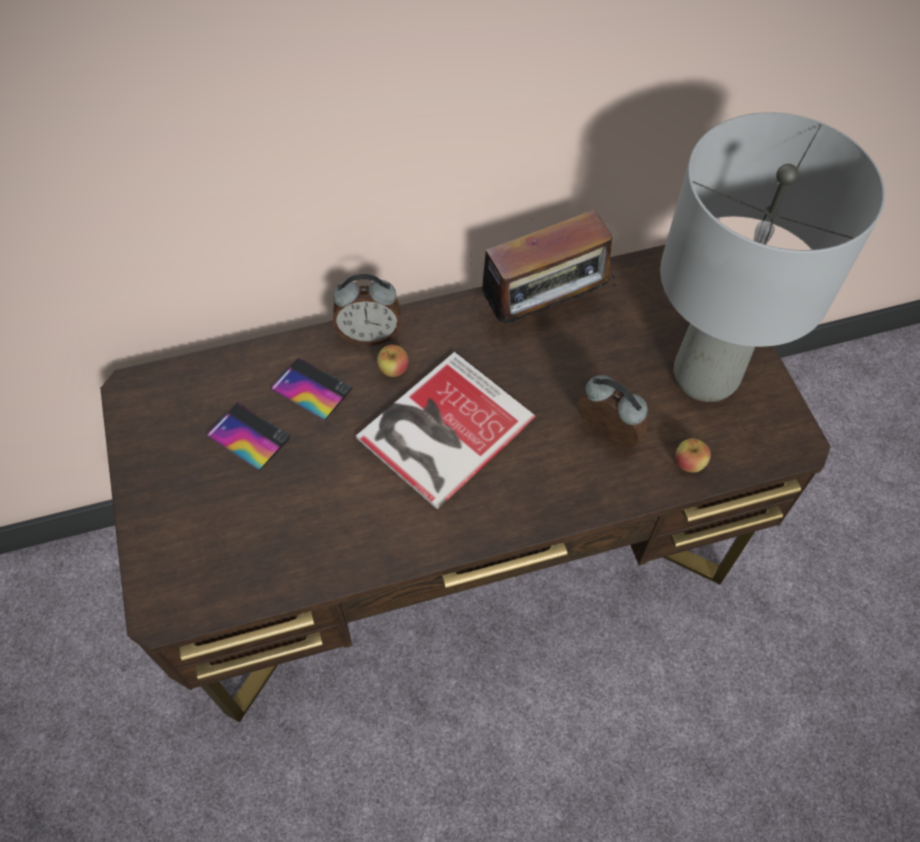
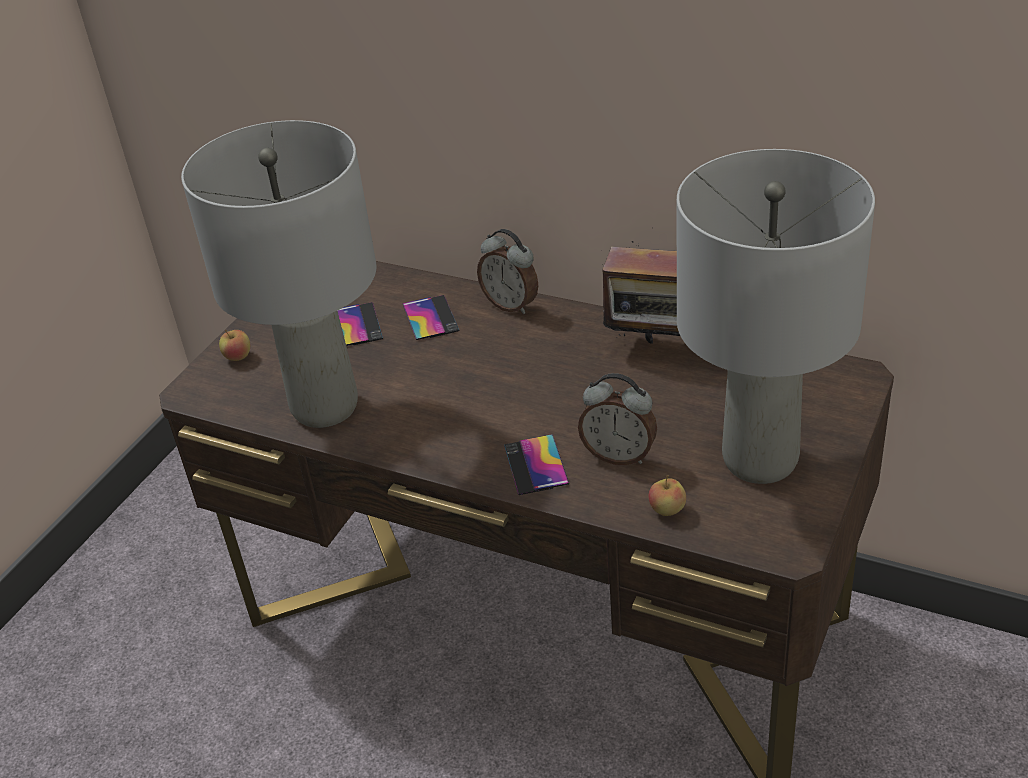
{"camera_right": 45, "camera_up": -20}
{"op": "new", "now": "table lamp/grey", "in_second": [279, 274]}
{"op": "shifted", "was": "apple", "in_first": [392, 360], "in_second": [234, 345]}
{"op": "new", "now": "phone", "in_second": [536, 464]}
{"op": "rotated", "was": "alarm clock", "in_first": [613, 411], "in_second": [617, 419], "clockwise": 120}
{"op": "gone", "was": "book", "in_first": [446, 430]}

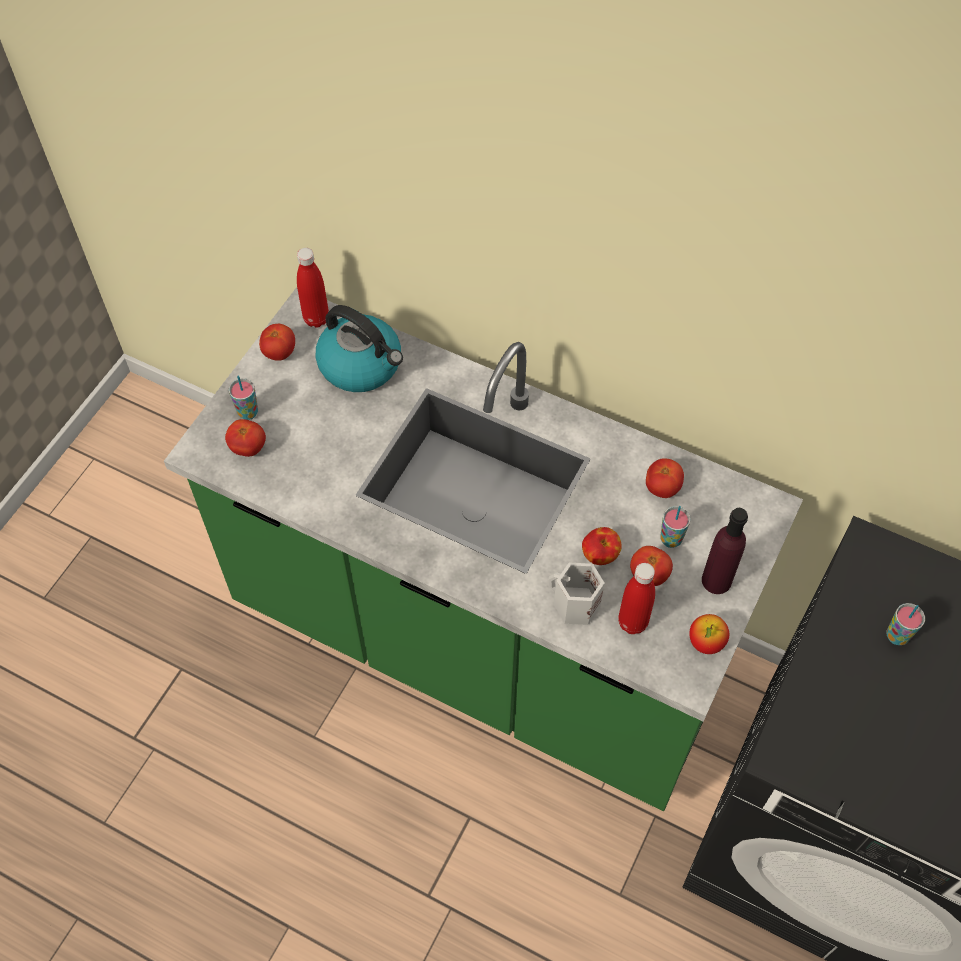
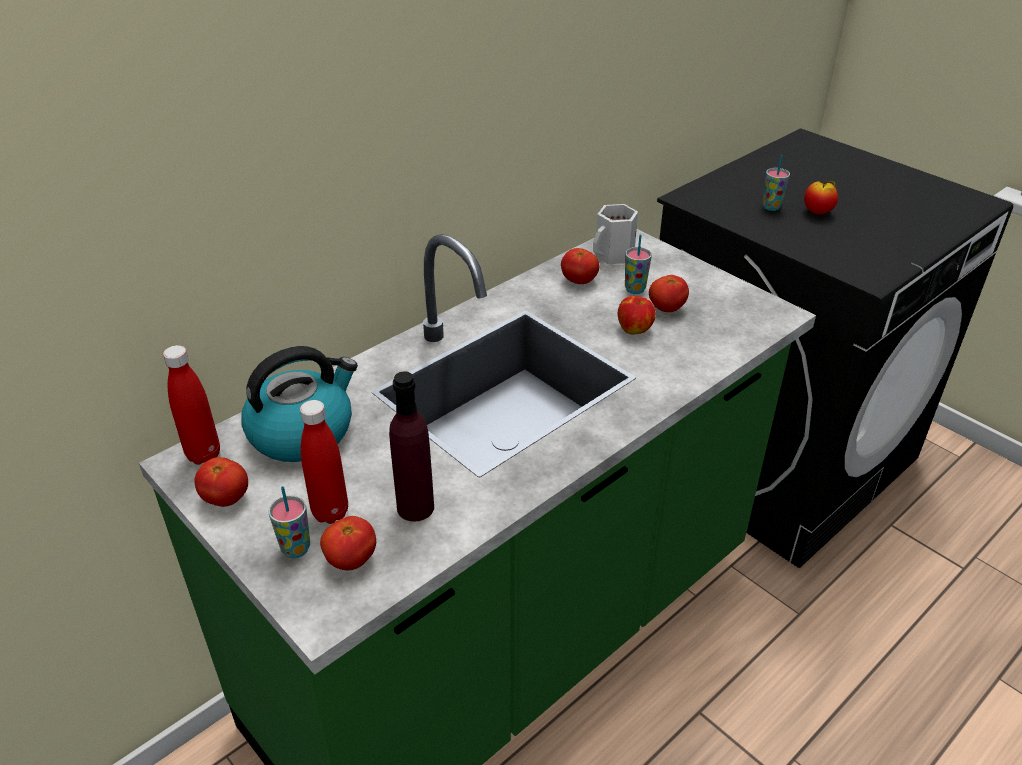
{"camera_right": -70, "camera_up": -20}
{"op": "shifted", "was": "bottle/red", "in_first": [636, 598], "in_second": [324, 462]}
{"op": "shifted", "was": "bottle/purple", "in_first": [725, 551], "in_second": [411, 446]}
{"op": "shifted", "was": "mug/white", "in_first": [577, 594], "in_second": [615, 234]}
{"op": "shifted", "was": "apple", "in_first": [709, 634], "in_second": [821, 197]}

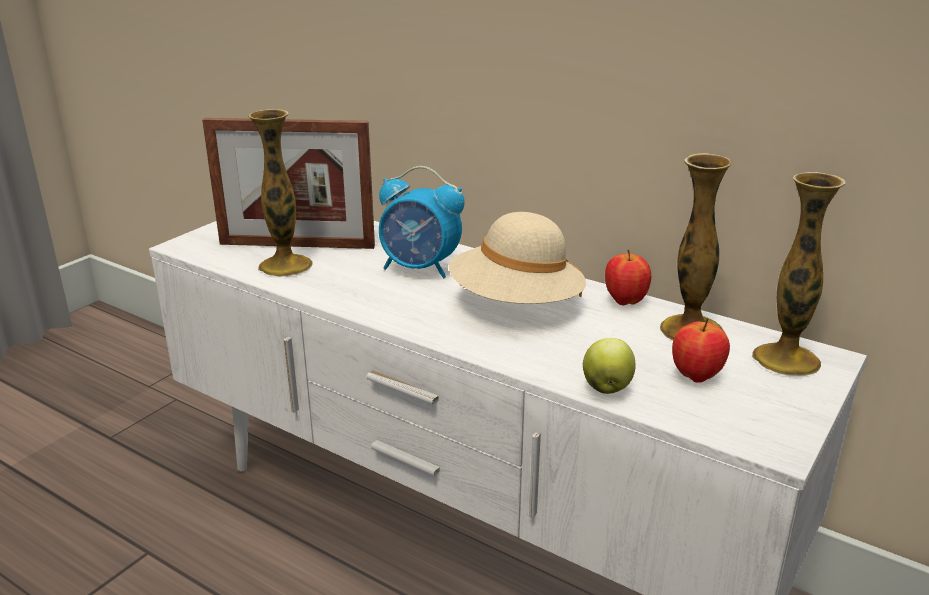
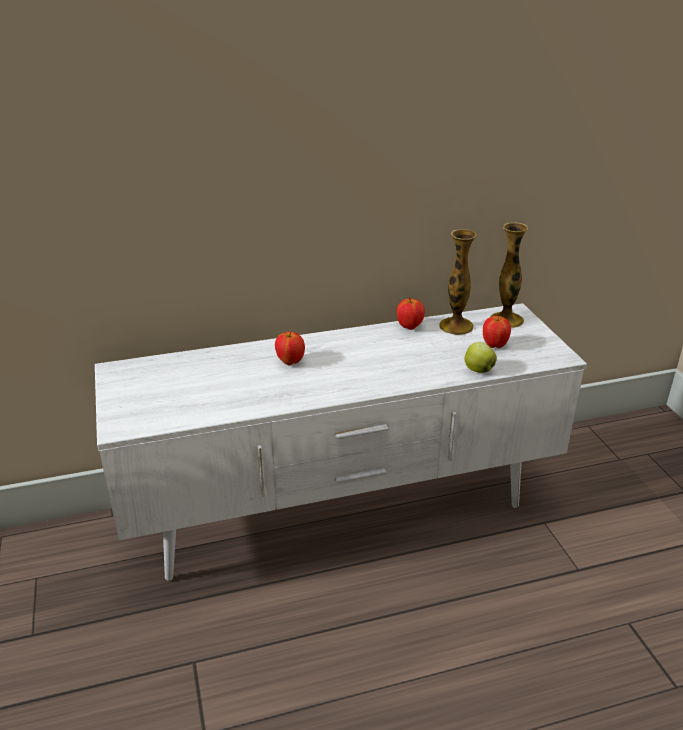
{"camera_right": -50, "camera_up": 5}
{"op": "swapped", "was": "alarm clock", "now": "apple", "in_first": [422, 222], "in_second": [290, 348]}
{"op": "gone", "was": "picture frame", "in_first": [288, 183]}
{"op": "gone", "was": "vase", "in_first": [280, 193]}
{"op": "gone", "was": "hat/beige", "in_first": [517, 258]}

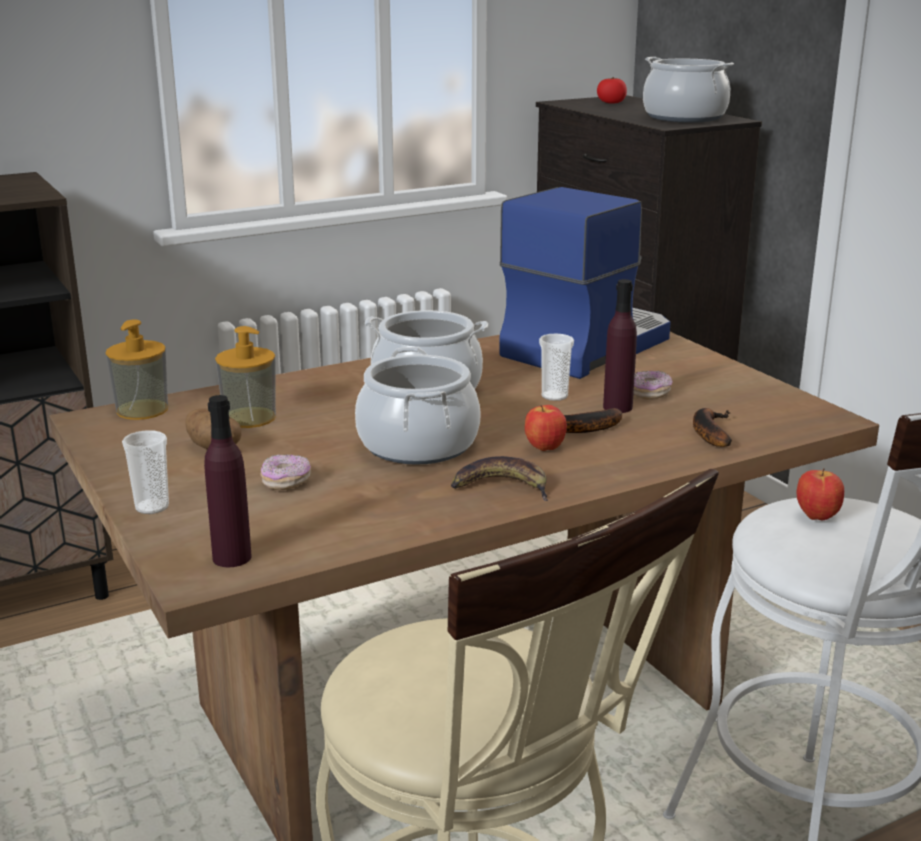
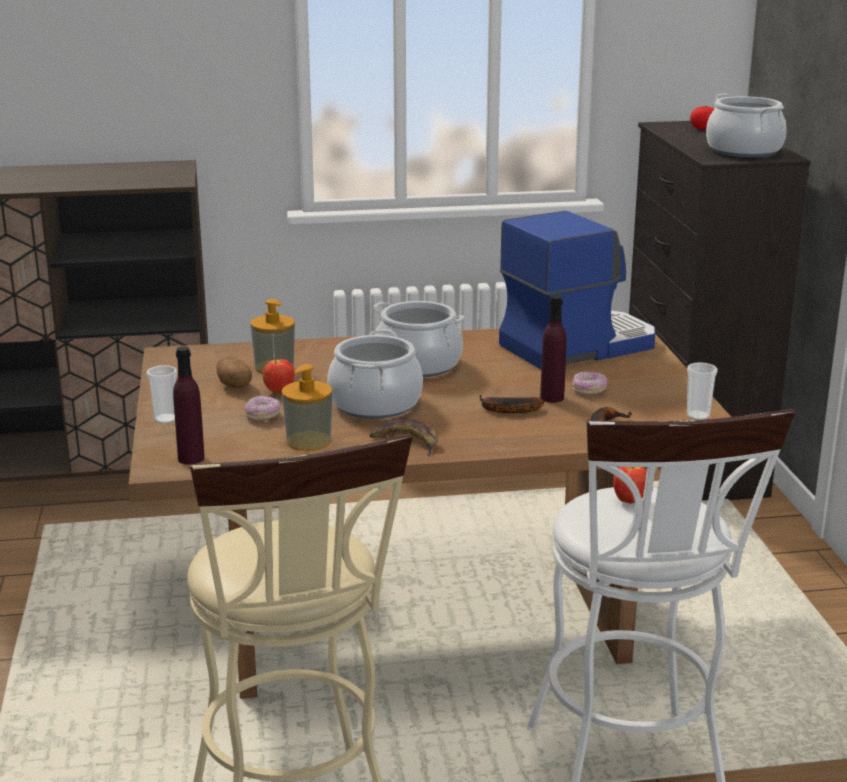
{"camera_right": 20, "camera_up": 0}
{"op": "shifted", "was": "apple", "in_first": [546, 428], "in_second": [279, 375]}
{"op": "shifted", "was": "soap dispenser", "in_first": [137, 369], "in_second": [307, 407]}
{"op": "shifted", "was": "cup", "in_first": [556, 367], "in_second": [702, 391]}

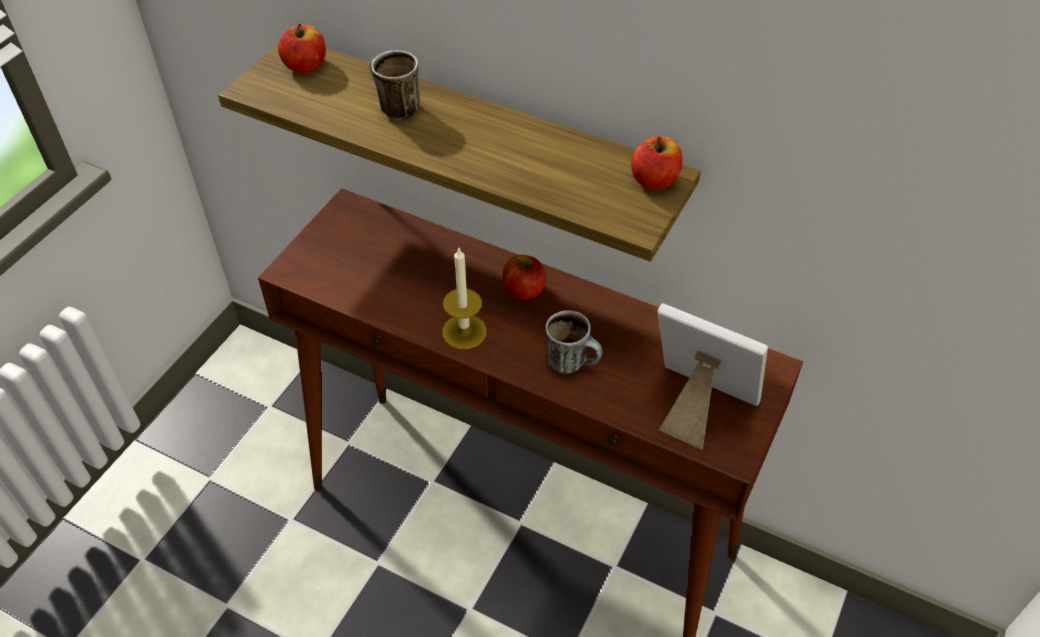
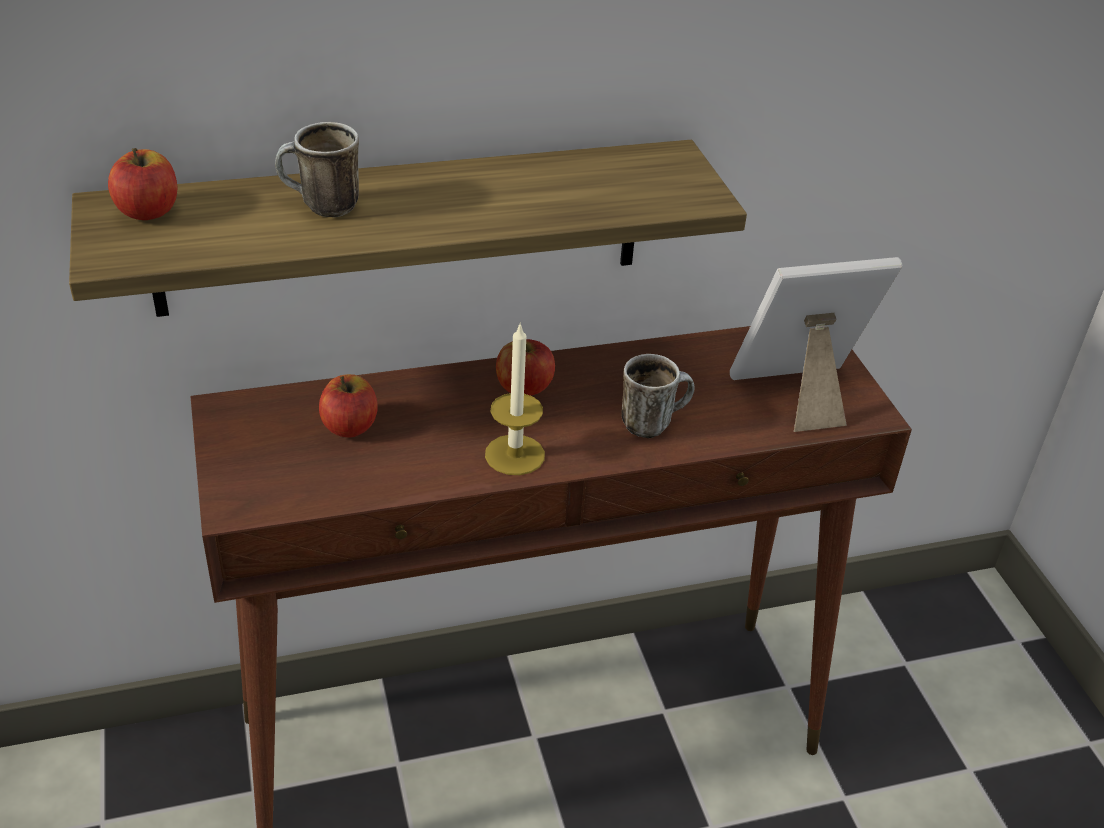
{"camera_right": -45, "camera_up": -10}
{"op": "shifted", "was": "apple", "in_first": [657, 163], "in_second": [348, 406]}

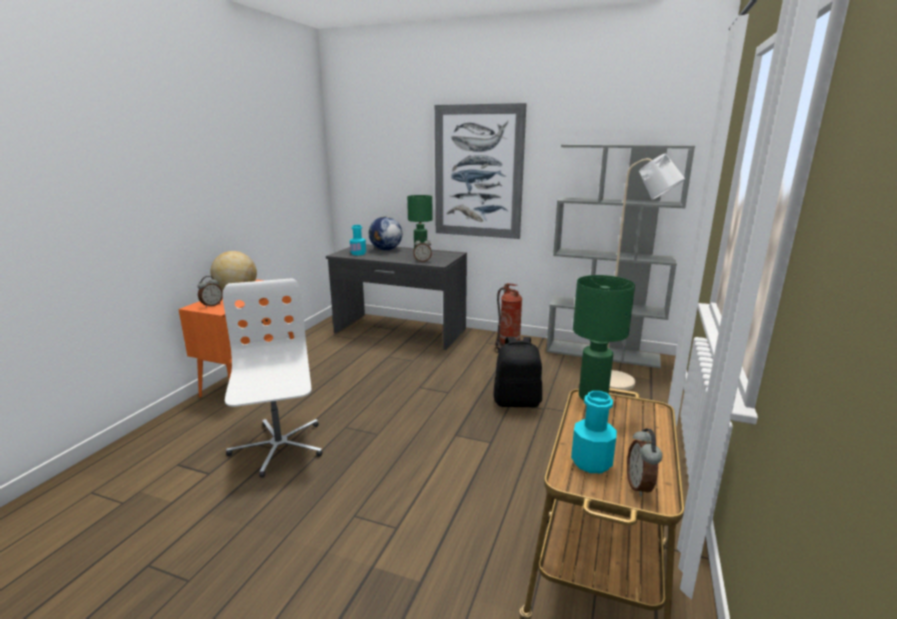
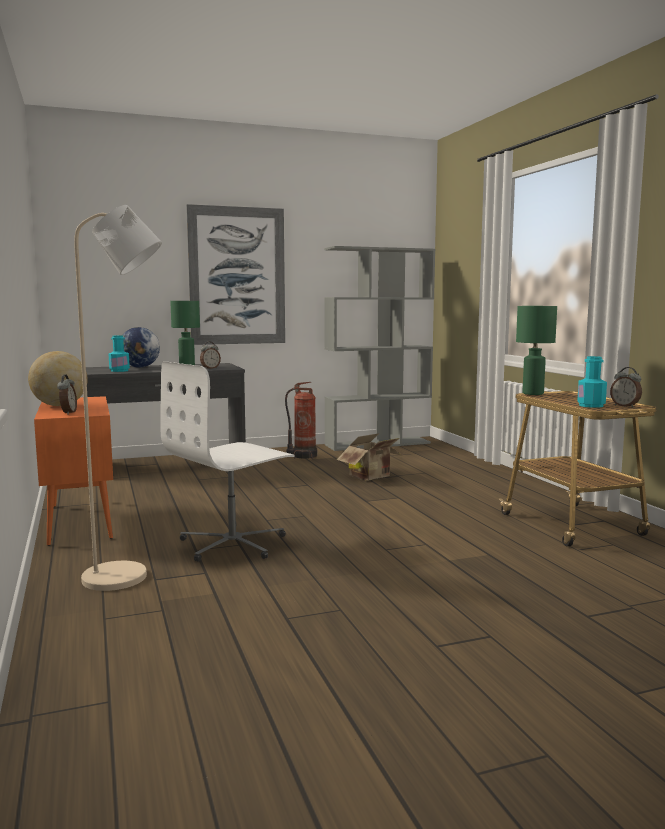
{"camera_right": -40, "camera_up": -10}
{"op": "shifted", "was": "floor lamp/beige", "in_first": [646, 271], "in_second": [118, 398]}
{"op": "rotated", "was": "office chair/white", "in_first": [272, 378], "in_second": [227, 461], "clockwise": -75}
{"op": "swapped", "was": "backpack/black", "now": "cardboard box", "in_first": [517, 372], "in_second": [369, 457]}

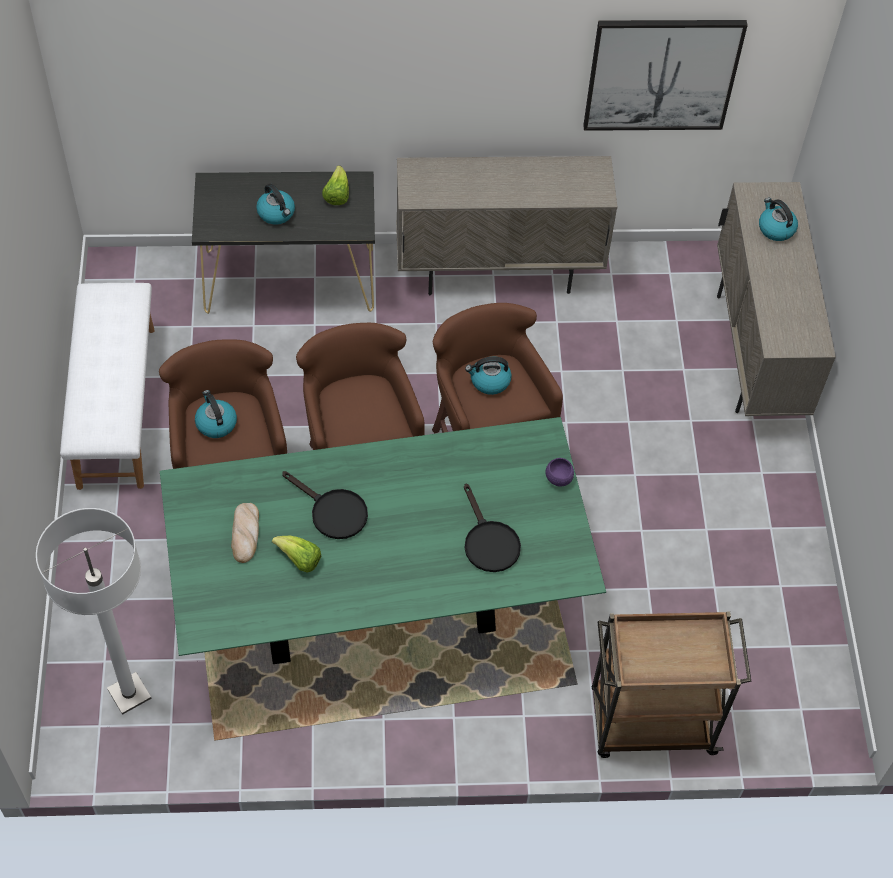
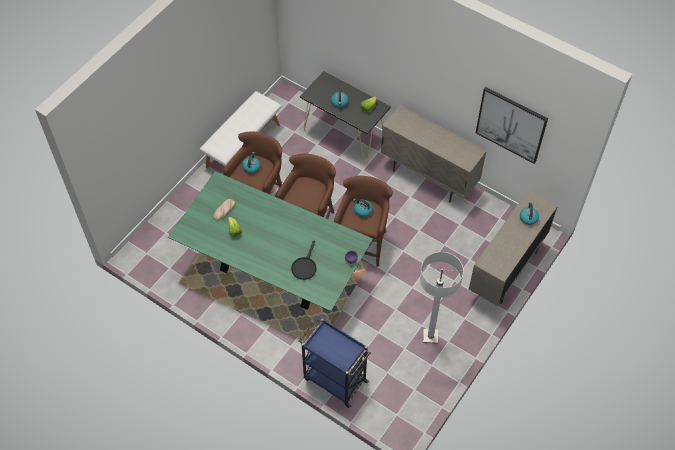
{"camera_right": 40, "camera_up": 0}
{"op": "repainted", "was": "cart/brown", "now": "cart/blue", "in_first": [671, 684], "in_second": [335, 363]}
{"op": "shifted", "was": "floor lamp/white", "in_first": [94, 611], "in_second": [442, 298]}
{"op": "gone", "was": "frying pan/black", "in_first": [325, 505]}

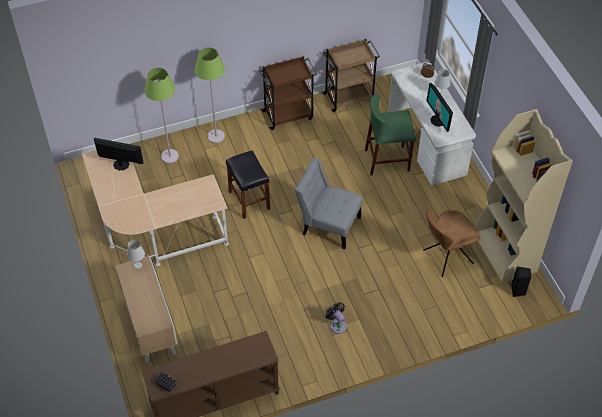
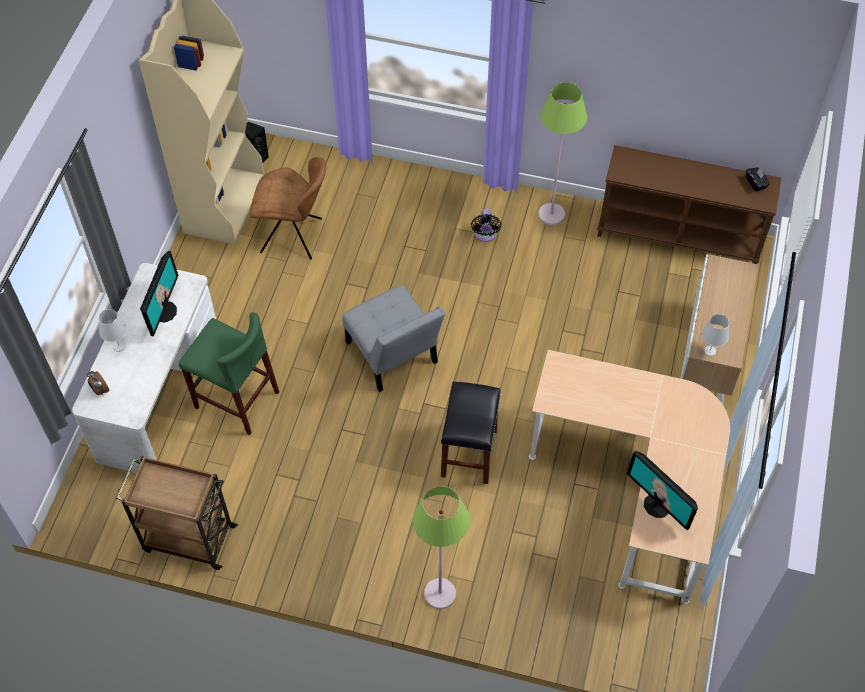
{"camera_right": -145, "camera_up": 5}
{"op": "shifted", "was": "floor lamp/green", "in_first": [162, 116], "in_second": [562, 153]}
{"op": "gone", "was": "cart/brown", "in_first": [288, 93]}

